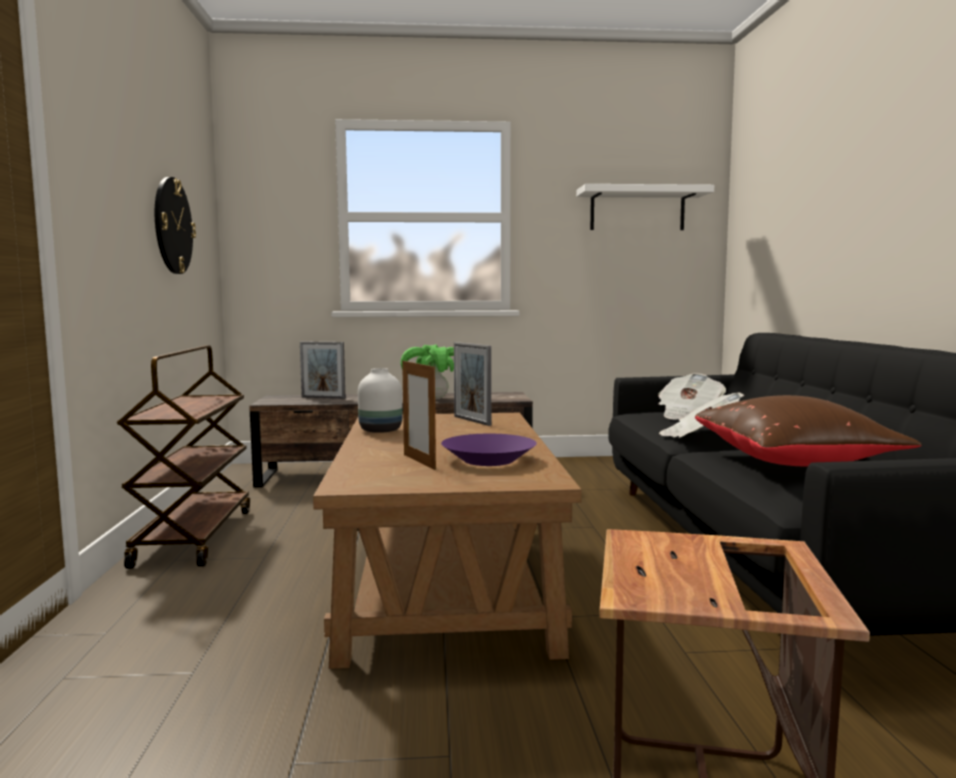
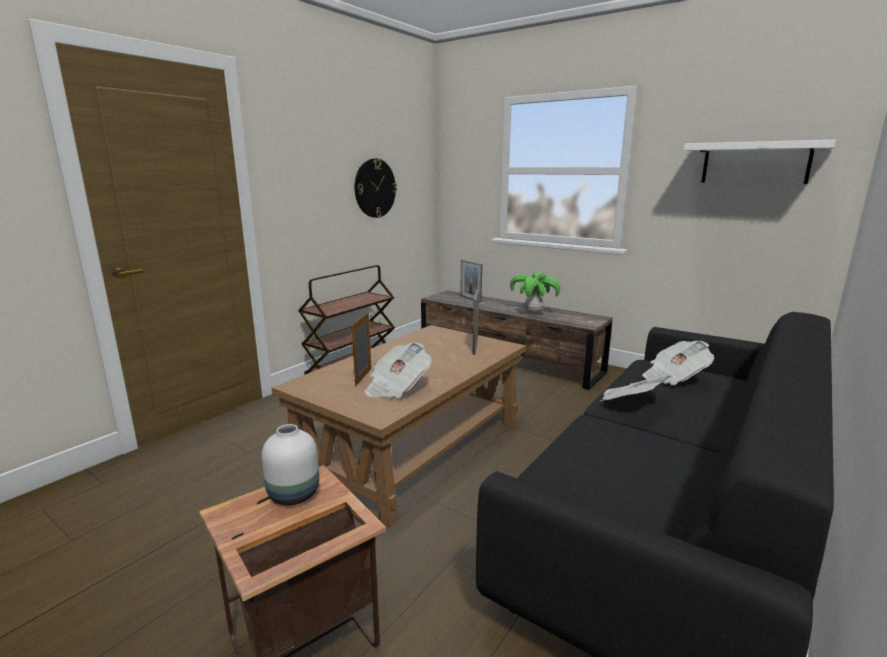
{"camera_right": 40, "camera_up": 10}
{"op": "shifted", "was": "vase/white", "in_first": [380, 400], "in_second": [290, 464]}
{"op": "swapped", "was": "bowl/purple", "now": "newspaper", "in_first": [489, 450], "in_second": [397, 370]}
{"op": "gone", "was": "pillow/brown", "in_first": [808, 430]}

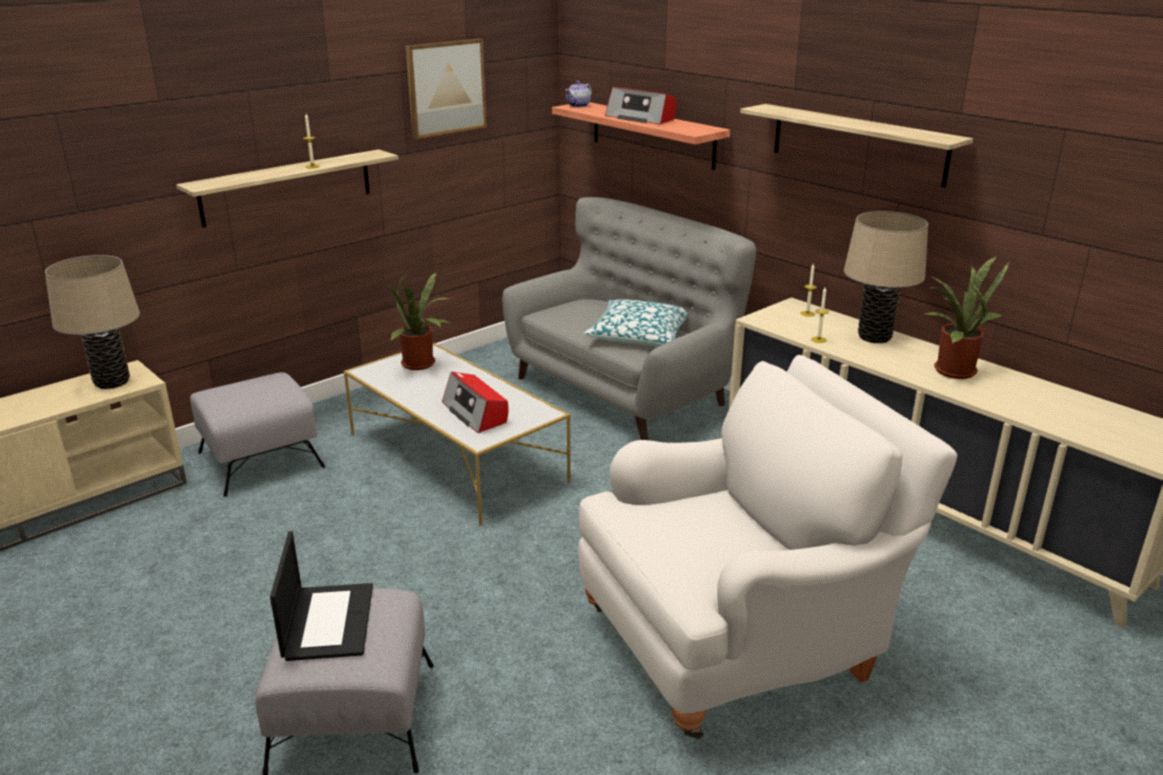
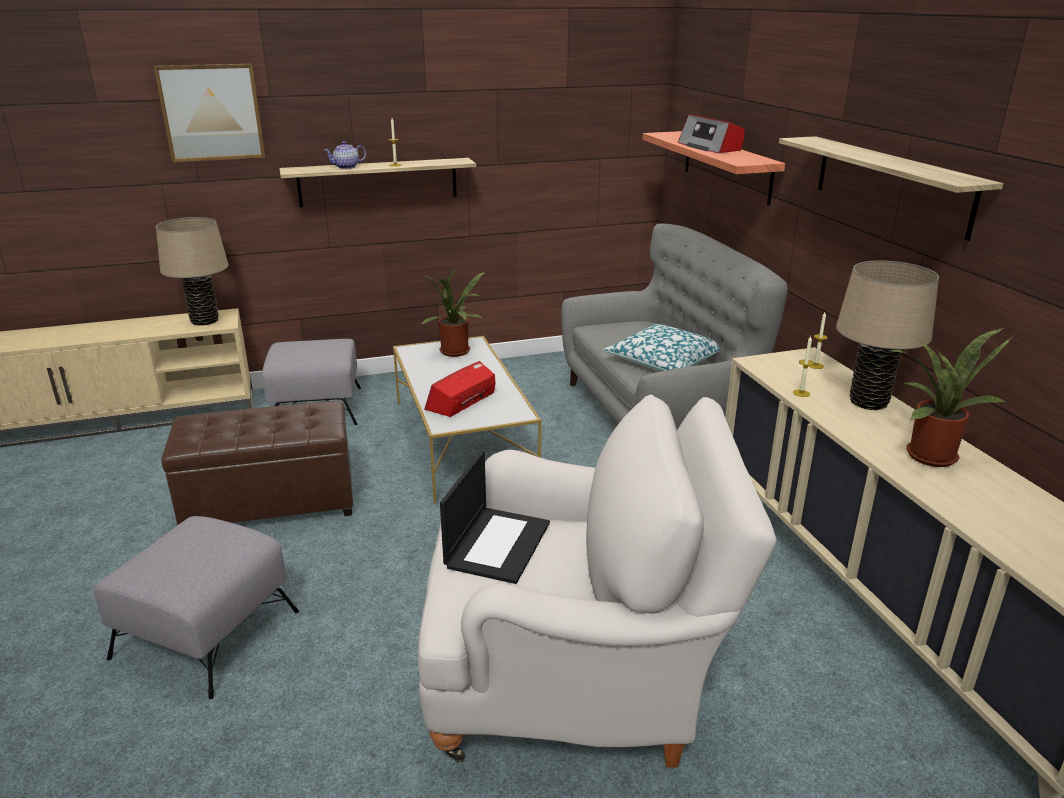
{"camera_right": 25, "camera_up": 0}
{"op": "shifted", "was": "picture", "in_first": [446, 89], "in_second": [209, 113]}
{"op": "new", "now": "ottoman/brown", "in_second": [257, 463]}
{"op": "shifted", "was": "teapot", "in_first": [578, 94], "in_second": [345, 155]}
{"op": "rotated", "was": "radio", "in_first": [475, 402], "in_second": [459, 389], "clockwise": 45}
{"op": "shifted", "was": "laptop", "in_first": [321, 596], "in_second": [495, 517]}

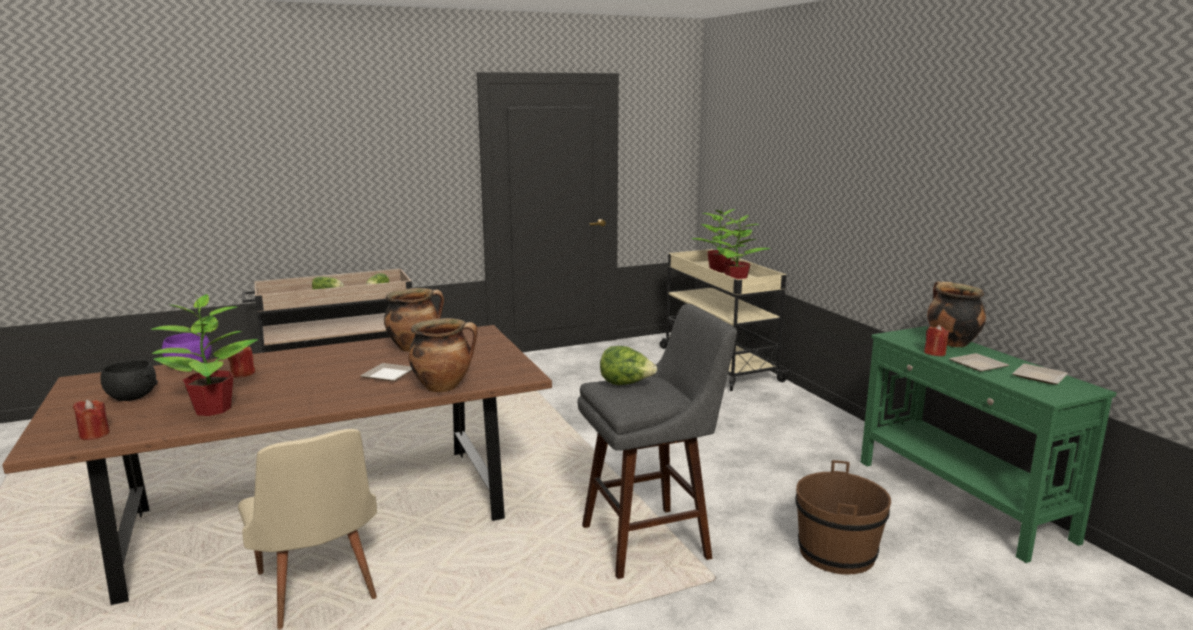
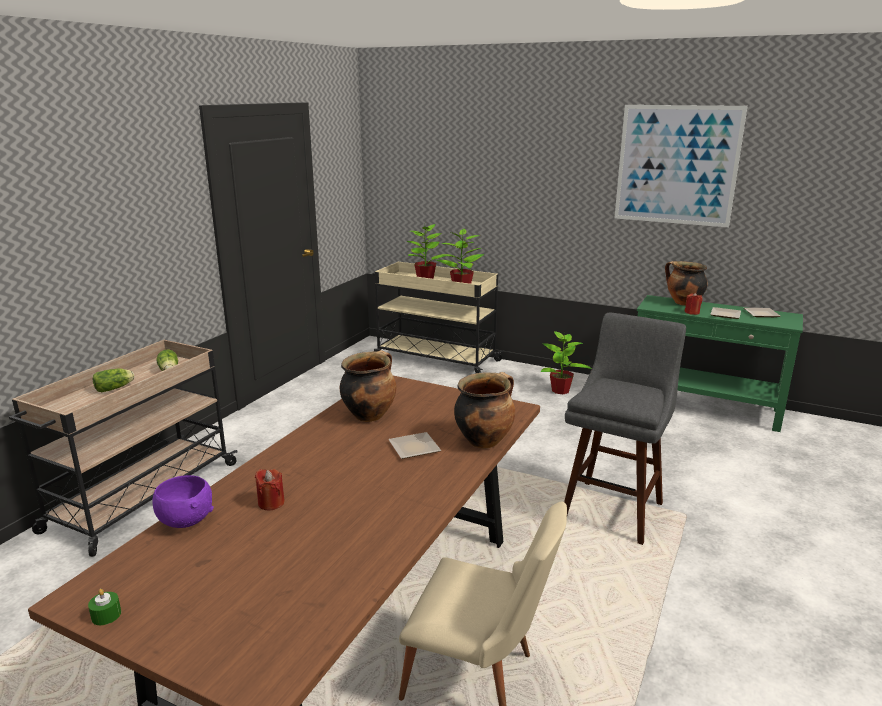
{"camera_right": -40, "camera_up": 5}
{"op": "new", "now": "candle/green", "in_second": [104, 607]}
{"op": "shifted", "was": "potted plant", "in_first": [204, 355], "in_second": [566, 362]}
{"op": "new", "now": "picture", "in_second": [681, 166]}
{"op": "gone", "was": "candle/red", "in_first": [91, 419]}
{"op": "gone", "was": "bowl/black", "in_first": [129, 380]}
{"op": "gone", "was": "lettuce", "in_first": [628, 365]}
{"op": "gone", "was": "bucket/brown", "in_first": [843, 517]}

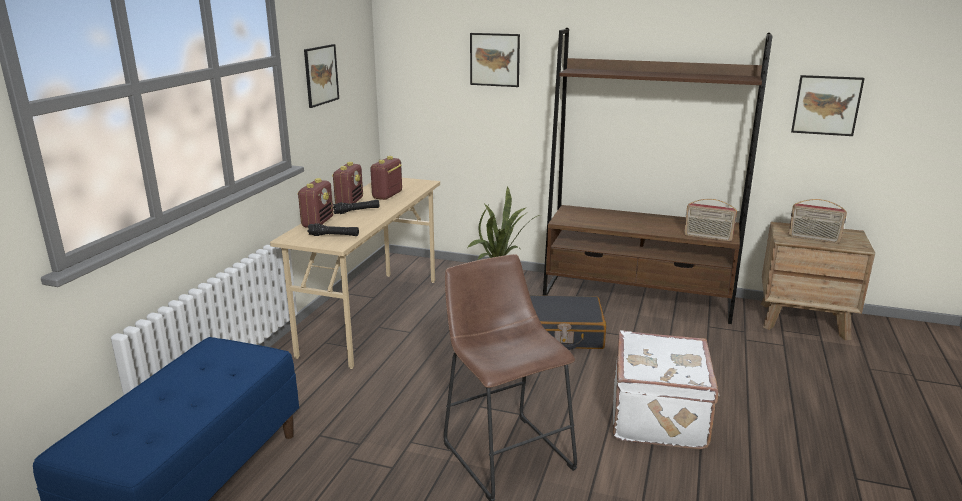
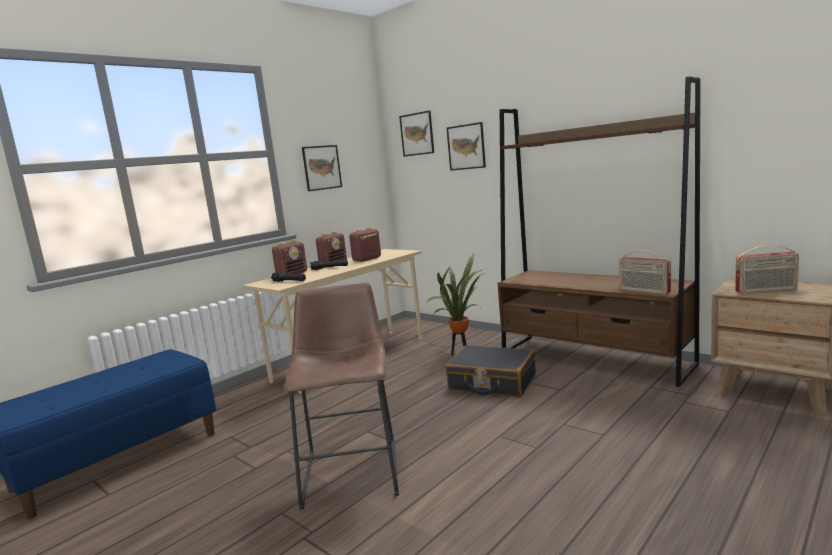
{"camera_right": 25, "camera_up": -10}
{"op": "shifted", "was": "picture", "in_first": [828, 105], "in_second": [416, 134]}
{"op": "rotated", "was": "radio", "in_first": [818, 221], "in_second": [767, 269], "clockwise": -45}
{"op": "gone", "was": "suitcase/white", "in_first": [666, 390]}

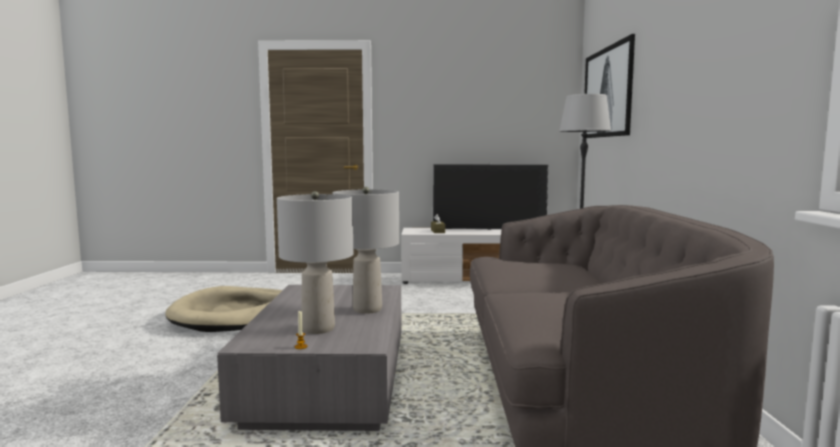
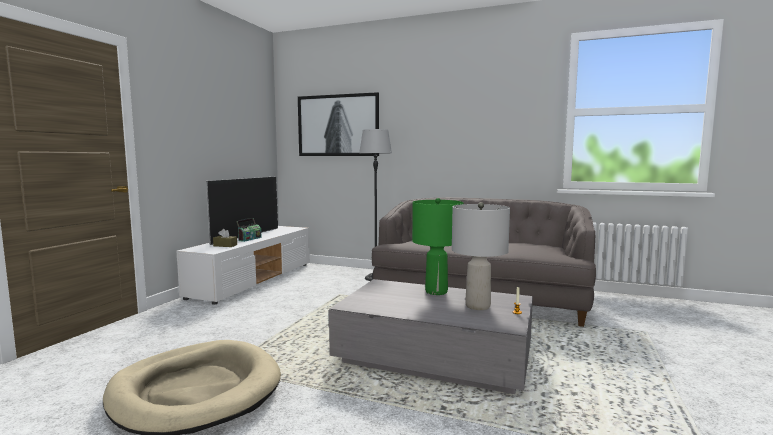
{"camera_right": -70, "camera_up": 0}
{"op": "new", "now": "radio", "in_second": [249, 230]}
{"op": "repainted", "was": "table lamp/grey", "now": "table lamp/green", "in_first": [366, 250], "in_second": [438, 246]}

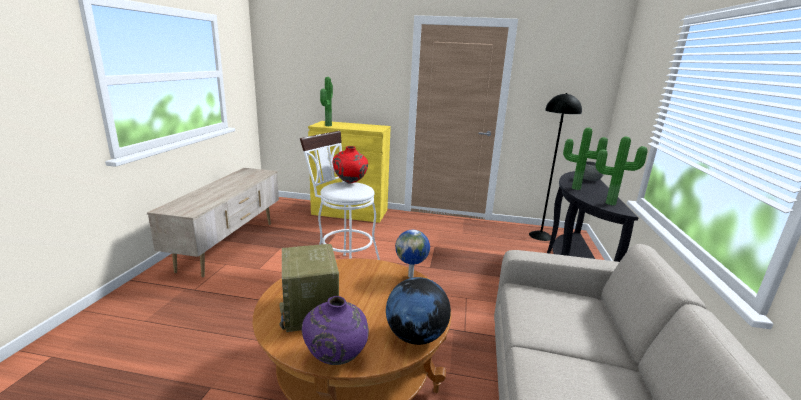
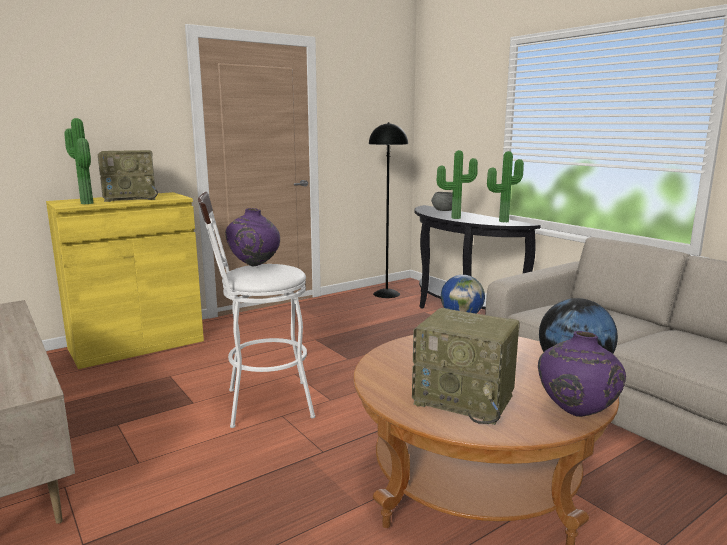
{"camera_right": -45, "camera_up": -5}
{"op": "new", "now": "radio", "in_second": [128, 176]}
{"op": "repainted", "was": "vase/red", "now": "vase/purple", "in_first": [350, 164], "in_second": [252, 237]}

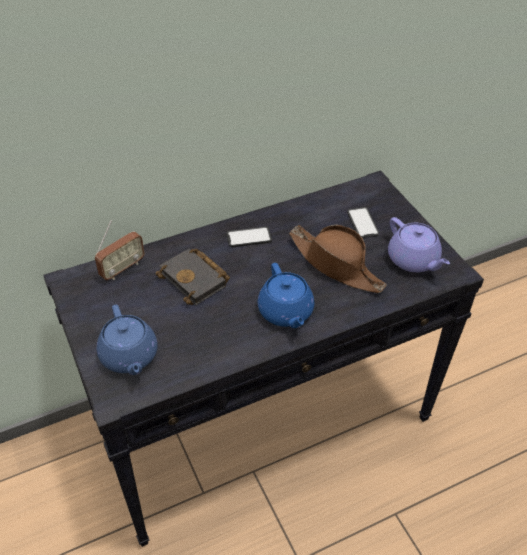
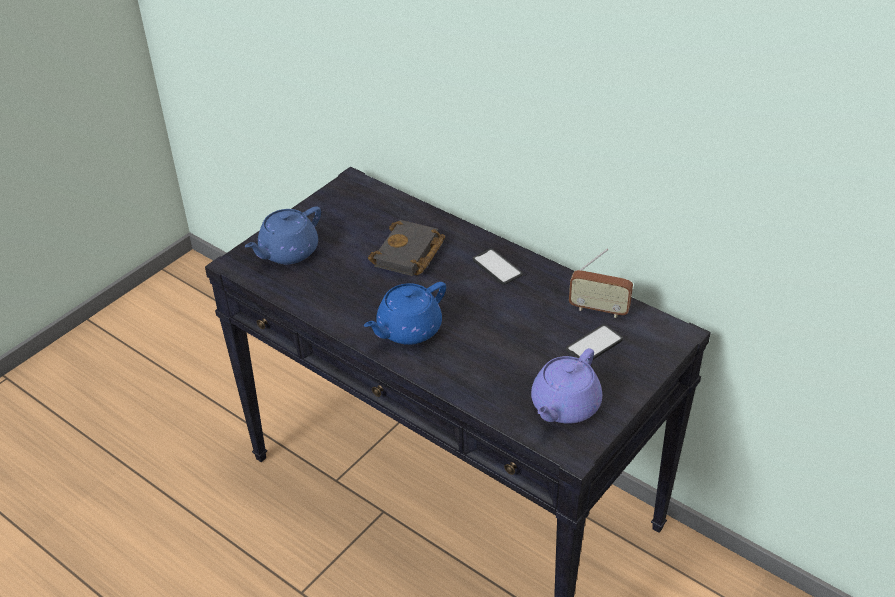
{"camera_right": 65, "camera_up": -5}
{"op": "shifted", "was": "radio", "in_first": [120, 250], "in_second": [601, 283]}
{"op": "gone", "was": "hat/brown", "in_first": [338, 259]}

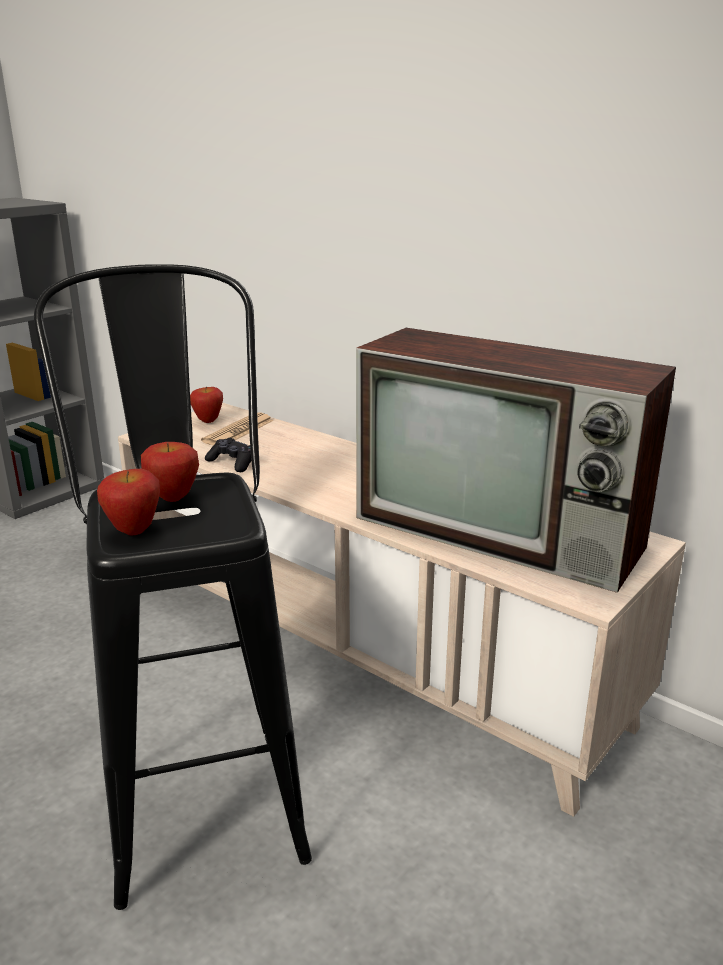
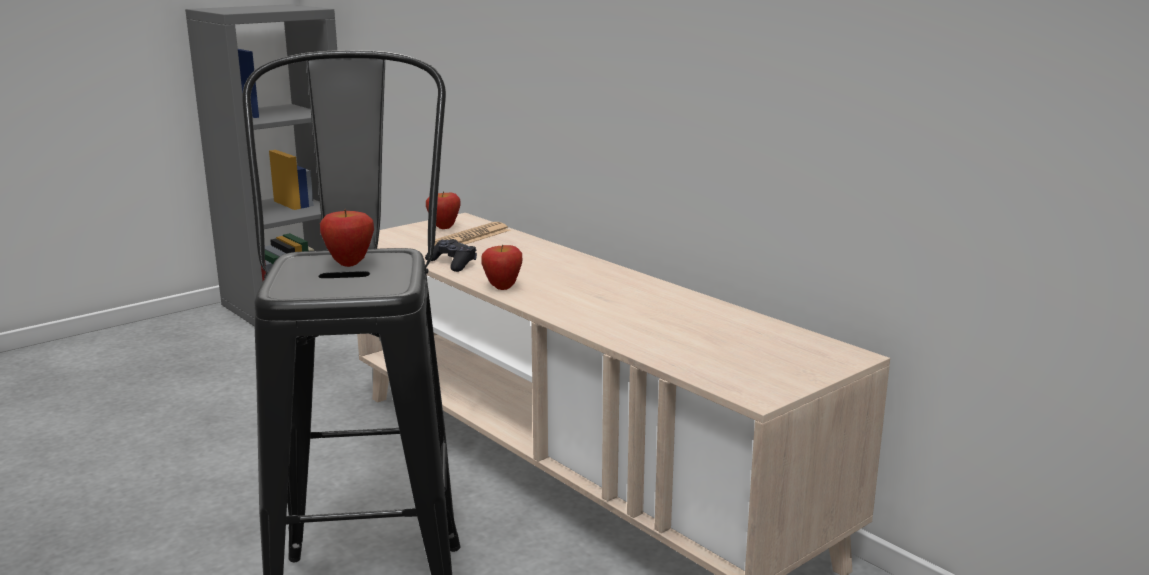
{"camera_right": 10, "camera_up": -5}
{"op": "shifted", "was": "apple", "in_first": [128, 502], "in_second": [502, 267]}
{"op": "gone", "was": "television", "in_first": [516, 460]}

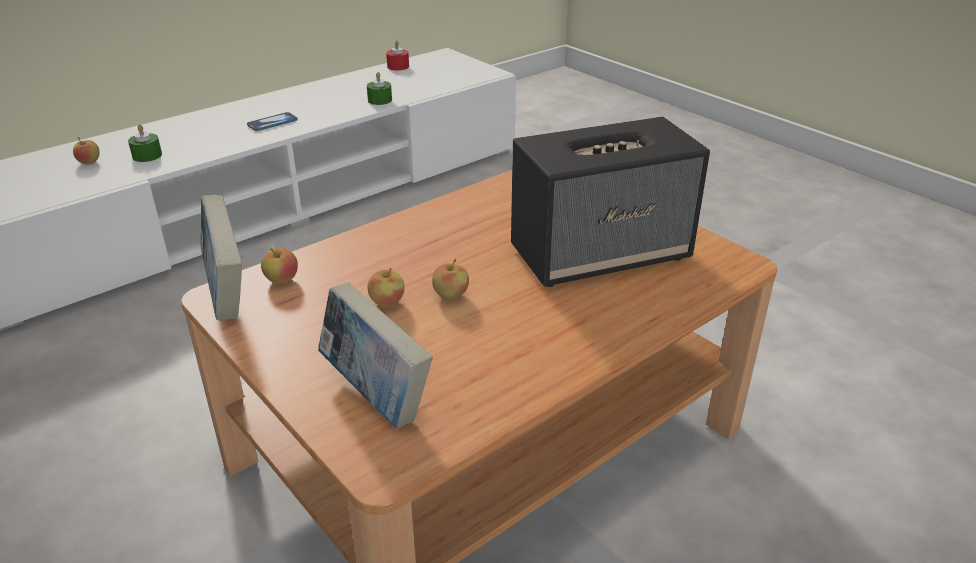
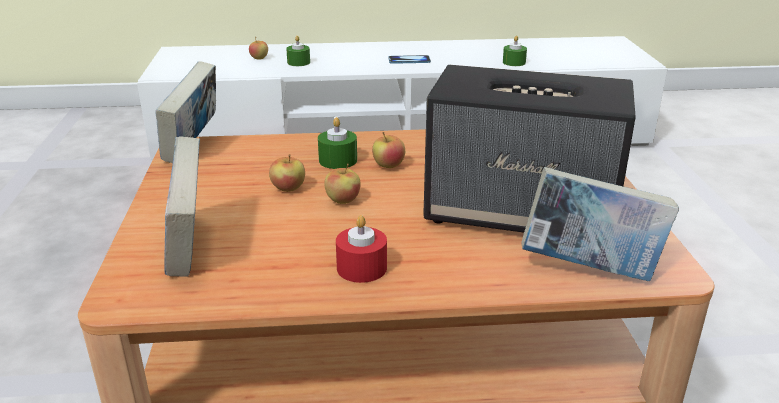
{"camera_right": 35, "camera_up": -5}
{"op": "new", "now": "candle/green", "in_second": [337, 143]}
{"op": "shifted", "was": "candle/red", "in_first": [397, 55], "in_second": [361, 249]}
{"op": "shifted", "was": "apple", "in_first": [279, 266], "in_second": [388, 150]}
{"op": "new", "now": "book", "in_second": [600, 224]}

